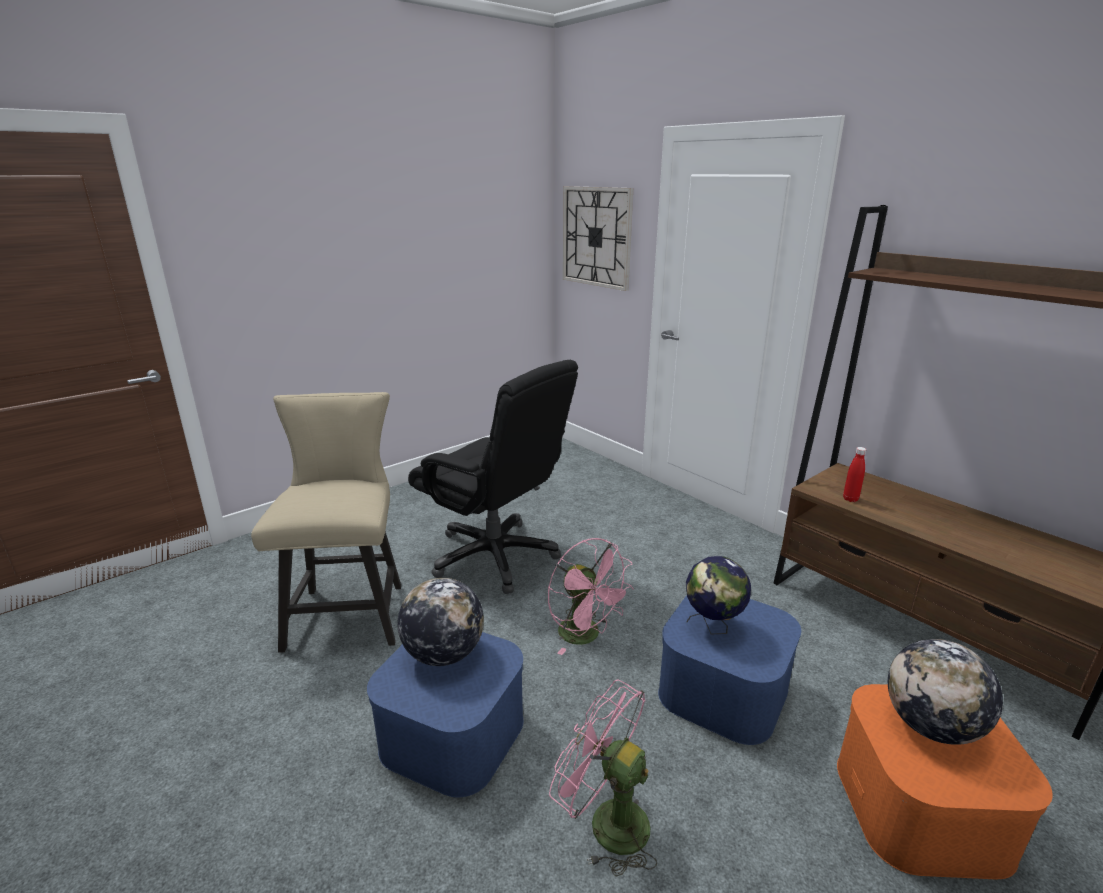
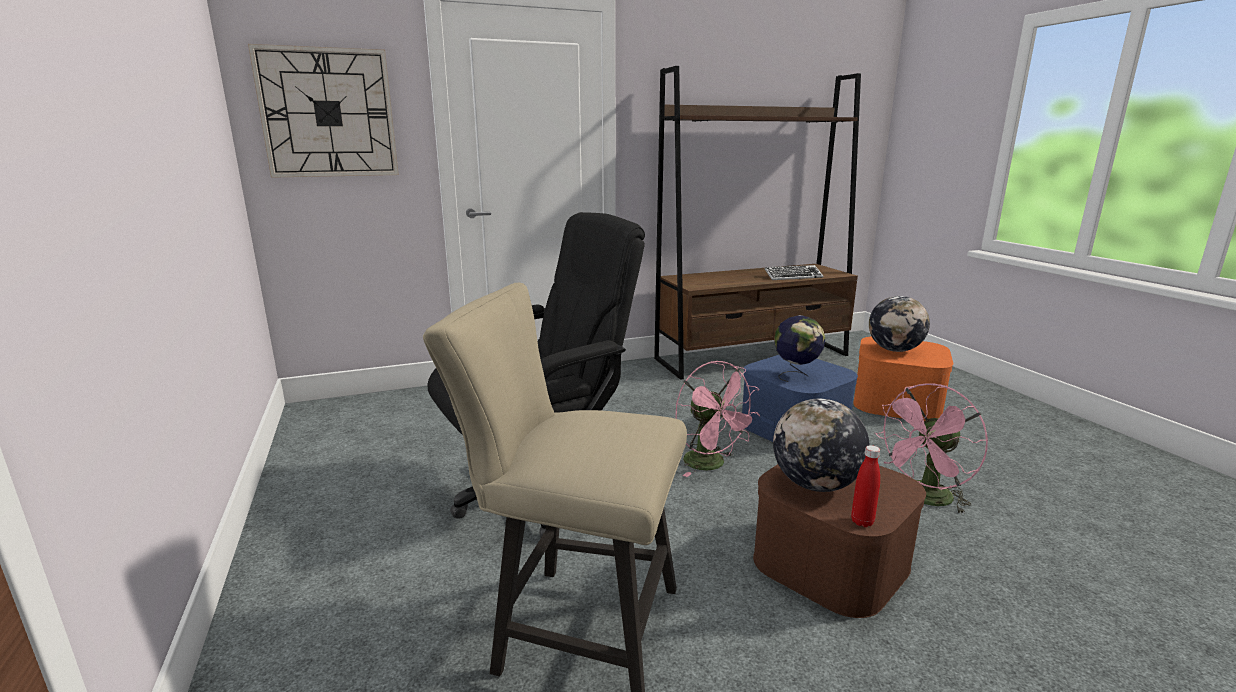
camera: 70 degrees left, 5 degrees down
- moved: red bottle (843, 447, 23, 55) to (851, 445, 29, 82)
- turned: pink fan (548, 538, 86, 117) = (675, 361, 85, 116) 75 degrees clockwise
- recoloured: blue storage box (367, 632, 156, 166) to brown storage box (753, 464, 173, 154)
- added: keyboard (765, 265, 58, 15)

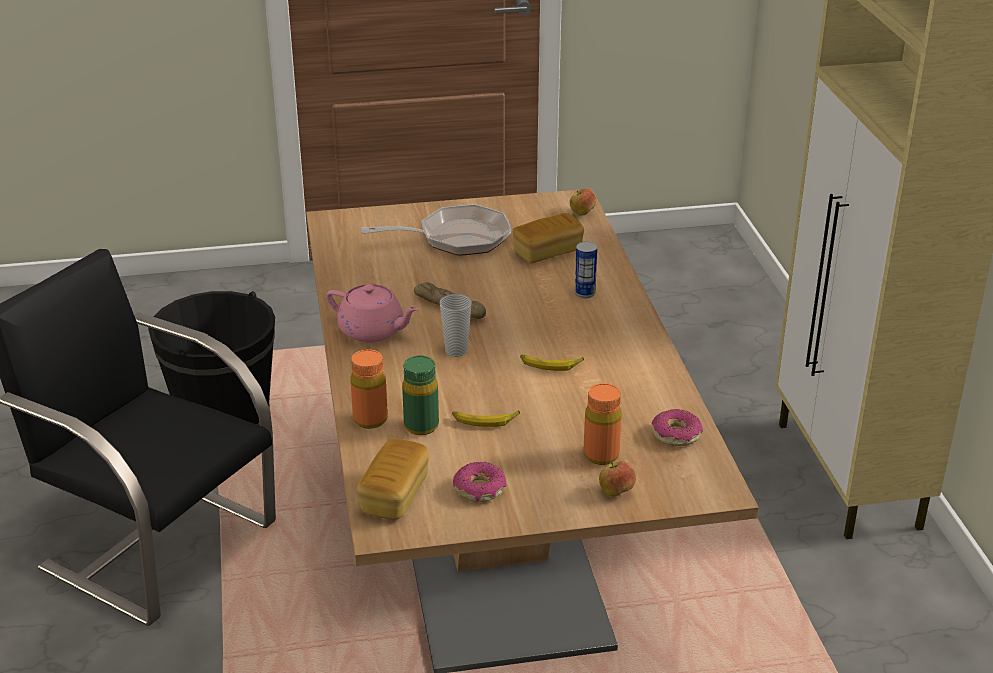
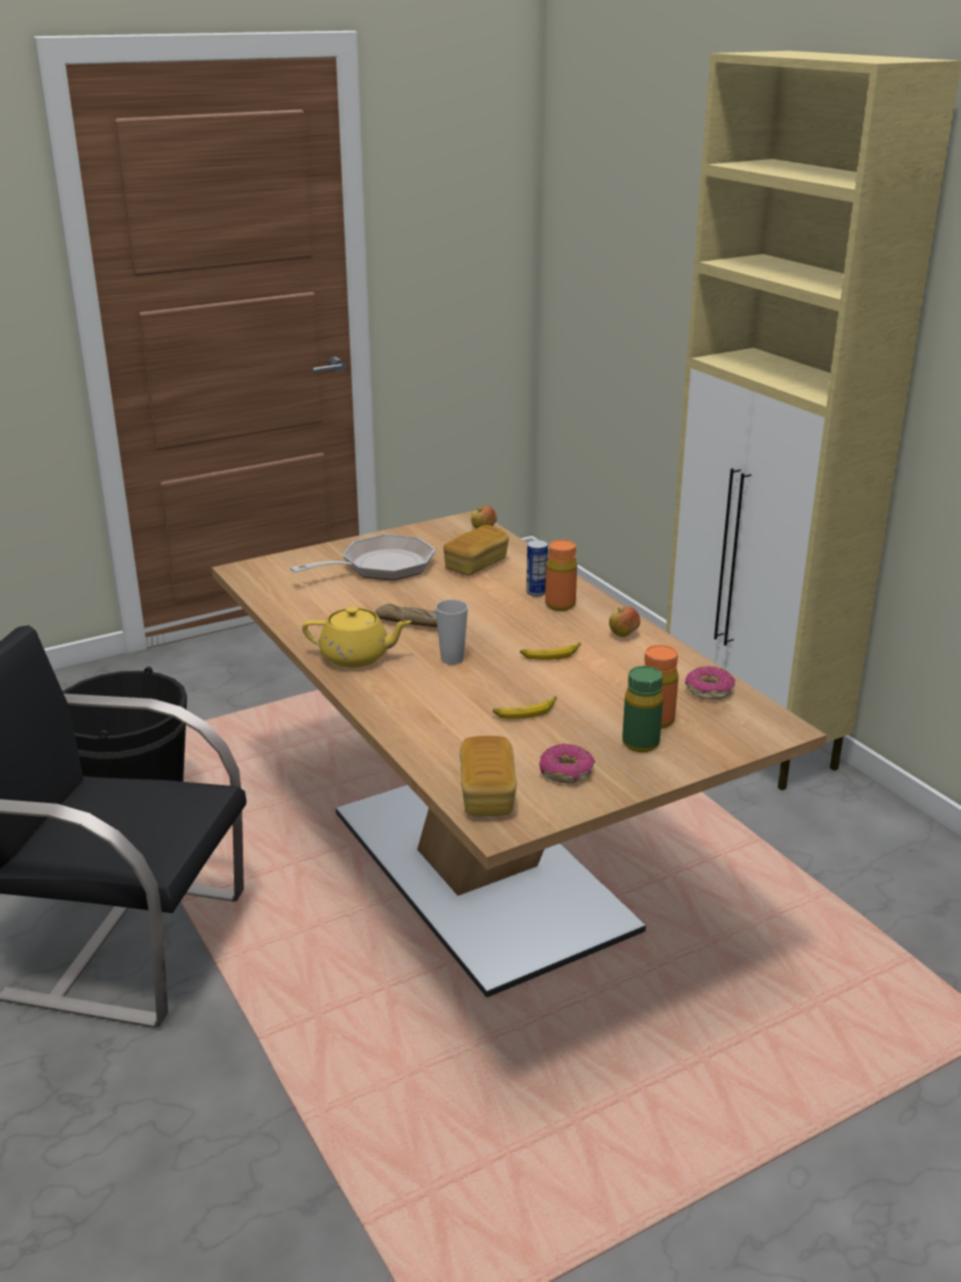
camera: 20 degrees left, 5 degrees down
- recoloured: pink teapot (326, 284, 93, 59) to yellow teapot (302, 607, 110, 60)
- moved: orange bottle (350, 349, 38, 80) to (545, 540, 32, 71)
- moved: green bottle (402, 356, 37, 79) to (622, 666, 41, 86)
- moved: apple (599, 461, 37, 36) to (609, 606, 31, 31)

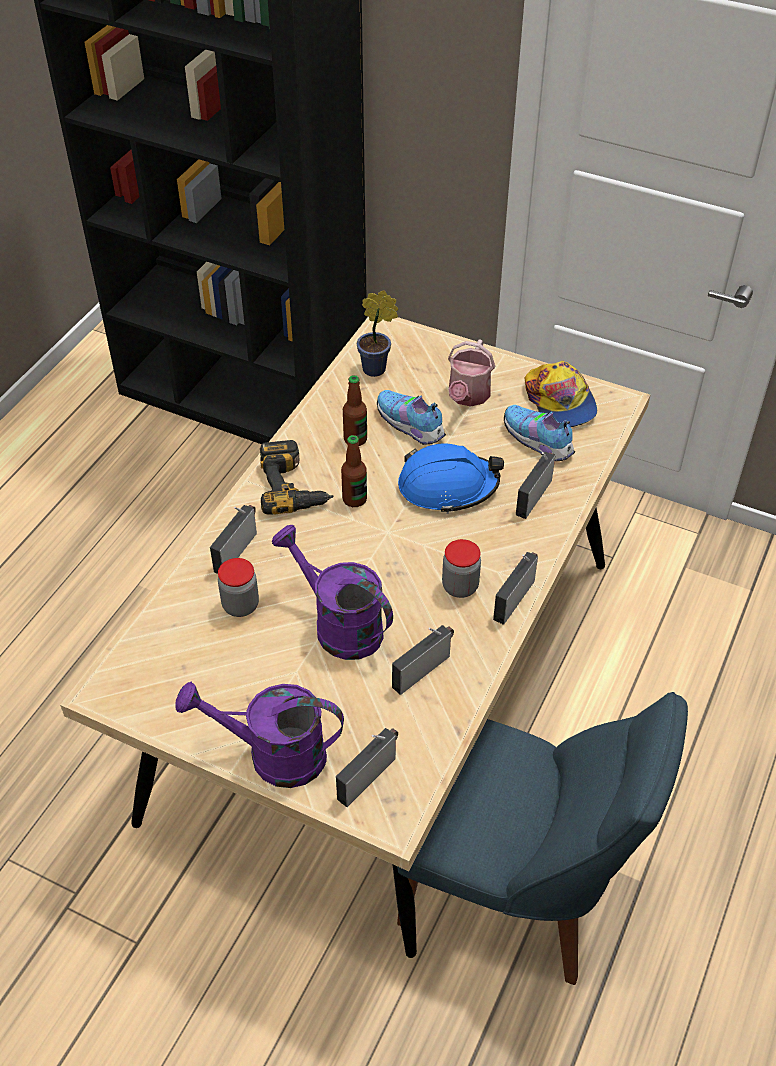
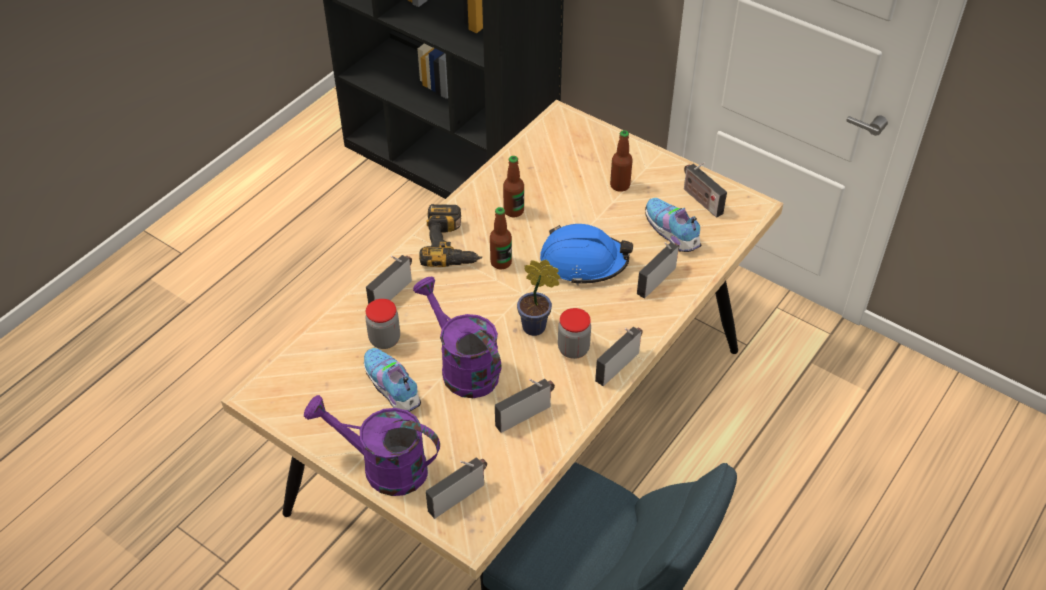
camera: 10 degrees right, 0 degrees up
- moved: potted plant (357, 290, 41, 87) to (517, 260, 43, 76)
- replaced: watering can (448, 339, 47, 68) to bottle (610, 130, 23, 62)
- replaced: cap (524, 361, 73, 66) to radio (684, 163, 43, 55)
- moved: shoe (377, 390, 69, 55) to (364, 348, 57, 64)

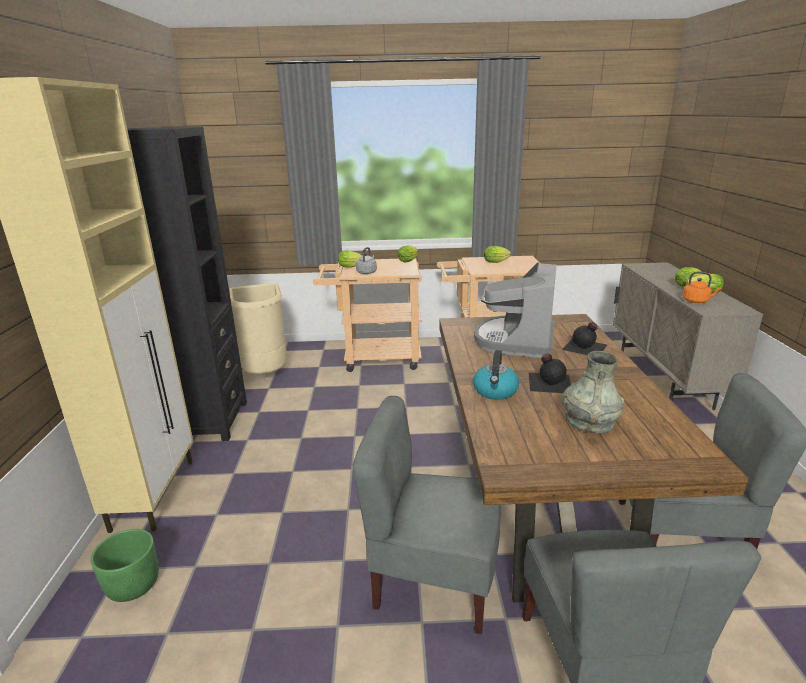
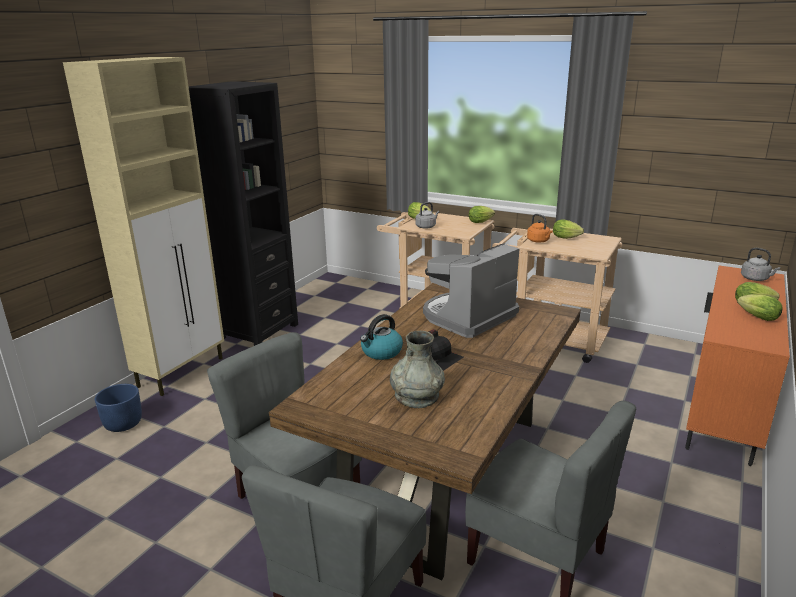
camera: 30 degrees right, 0 degrees up
- recoloured: beige cabinet (613, 262, 150, 148) to orange cabinet (685, 265, 105, 201)
- moved: orange kettle (682, 272, 39, 31) to (527, 214, 26, 29)
- removed: beige trash can (229, 283, 58, 91)
- removed: black bottle (562, 322, 45, 33)
- recoloured: green planter (91, 529, 68, 73) to blue planter (95, 384, 47, 48)
- added: grey kettle (741, 248, 39, 33)

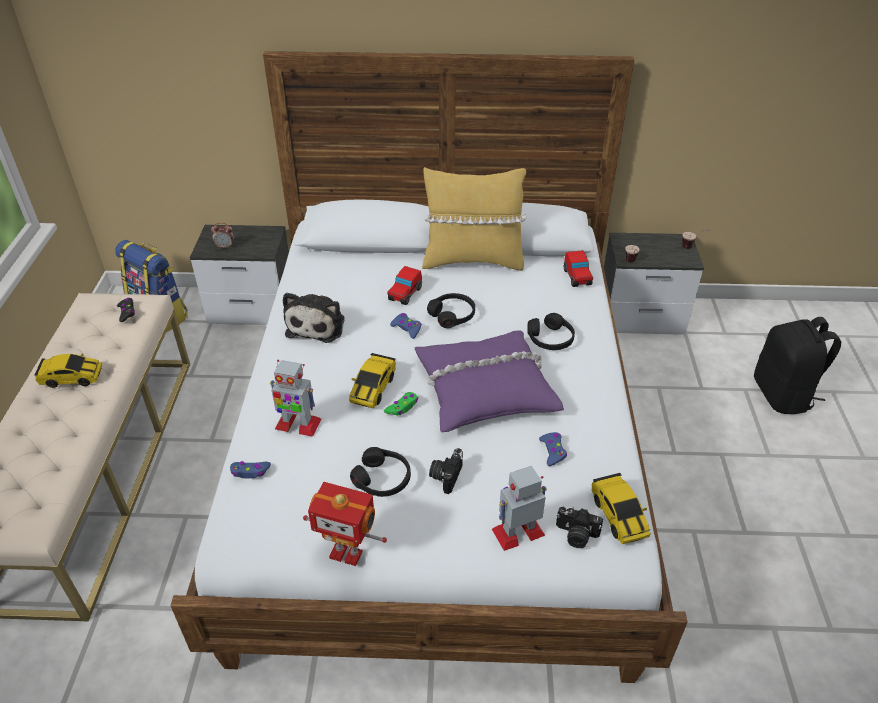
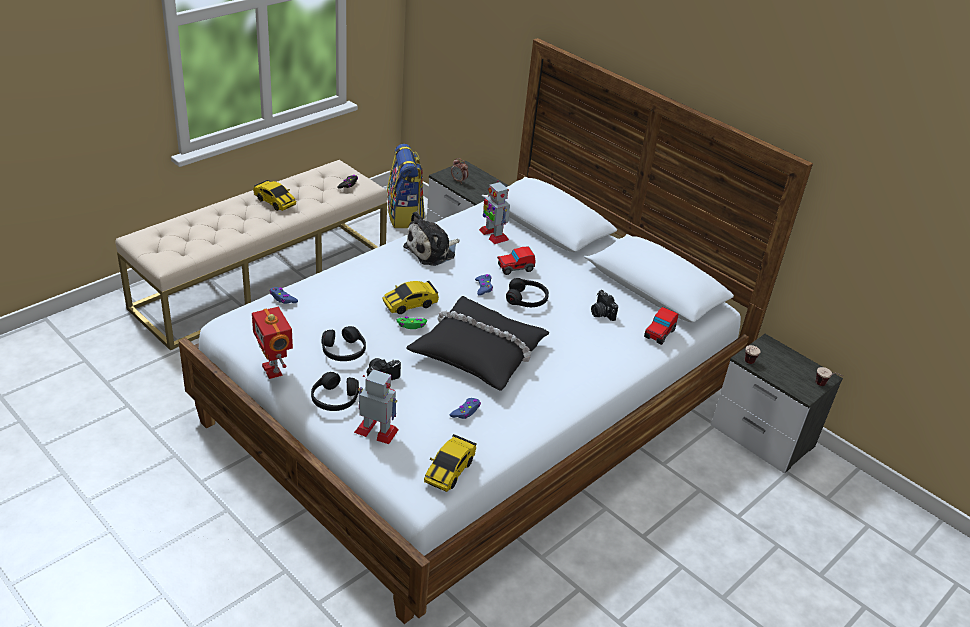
camera: 40 degrees right, 5 degrees down
- removed: yellow pillow (422, 167, 105, 104)
- moved: black headphones (527, 313, 48, 37) to (311, 372, 48, 39)
- removed: black backpack (754, 317, 87, 97)
- recoloured: purple pillow (415, 331, 149, 101) to black pillow (406, 296, 143, 95)
- moved: toy robot (270, 360, 51, 77) to (479, 181, 31, 63)
- moved: photo camera (556, 507, 47, 41) to (591, 290, 27, 31)

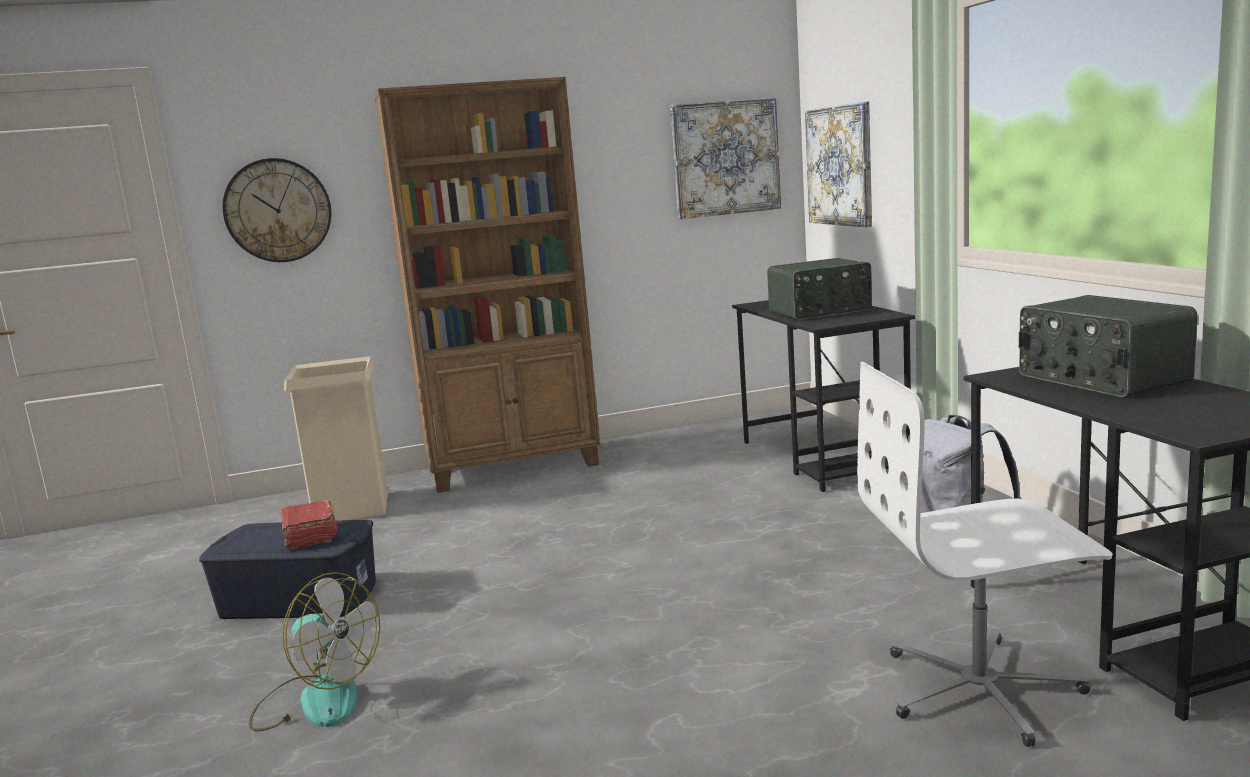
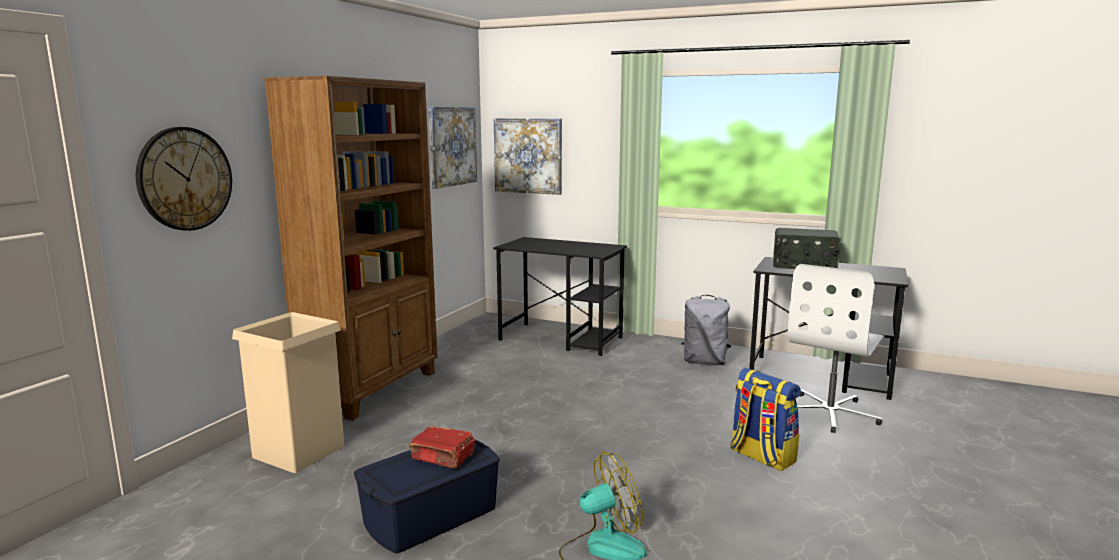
camera: 50 degrees left, 0 degrees up
- removed: radio (767, 258, 105, 62)
- added: backpack (730, 368, 71, 103)

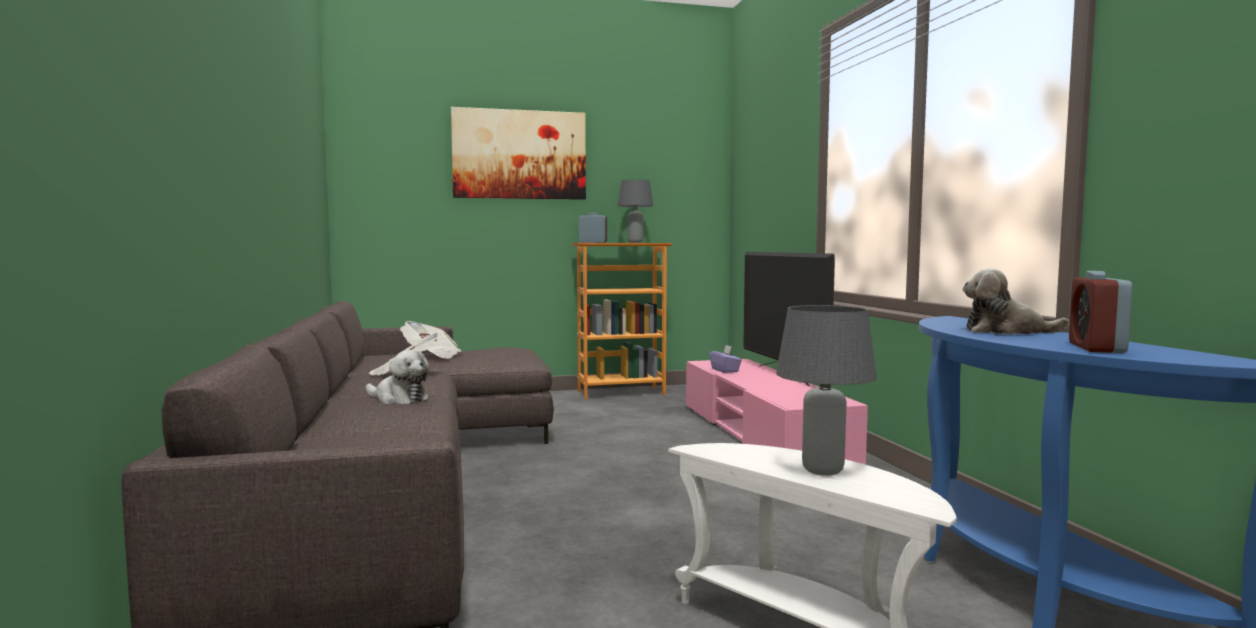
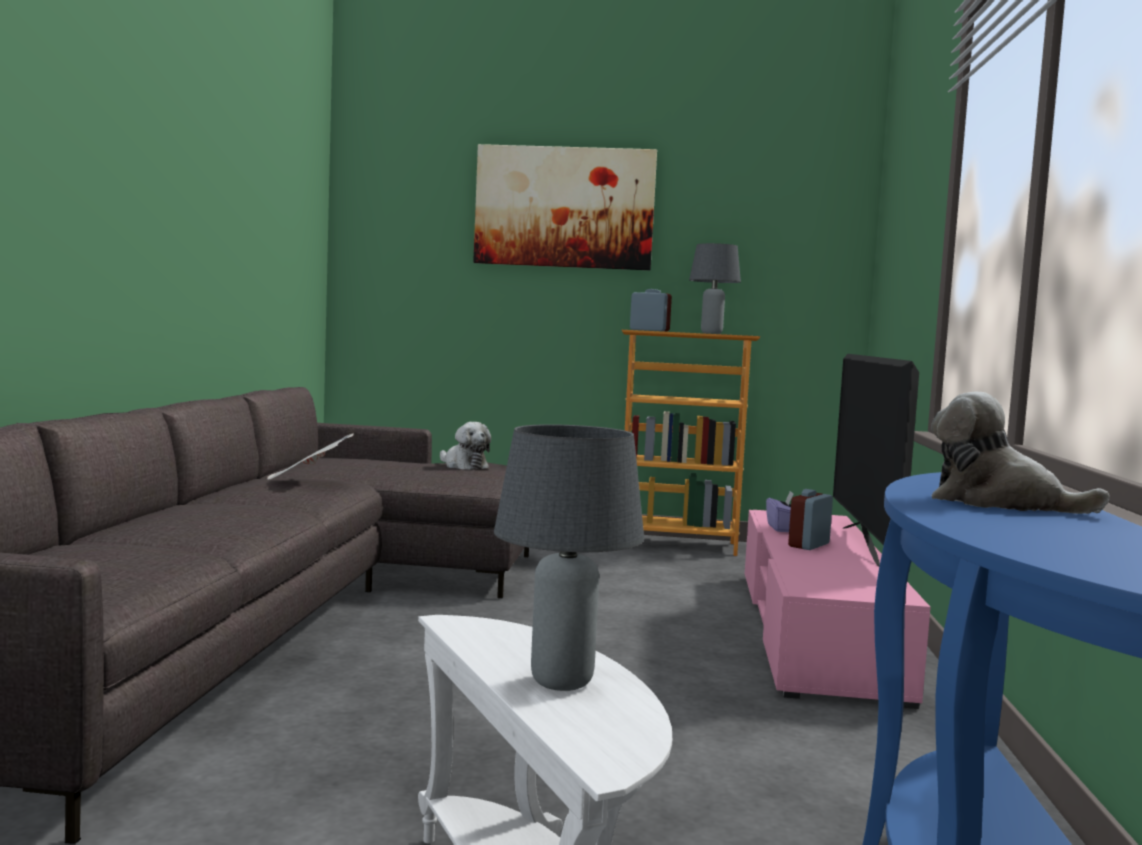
camera: 20 degrees right, 0 degrees up
- moved: alarm clock (1069, 271, 63, 82) to (788, 489, 45, 61)
- removed: newspaper (400, 321, 61, 38)
- moved: plush toy (366, 350, 63, 54) to (440, 422, 51, 48)

